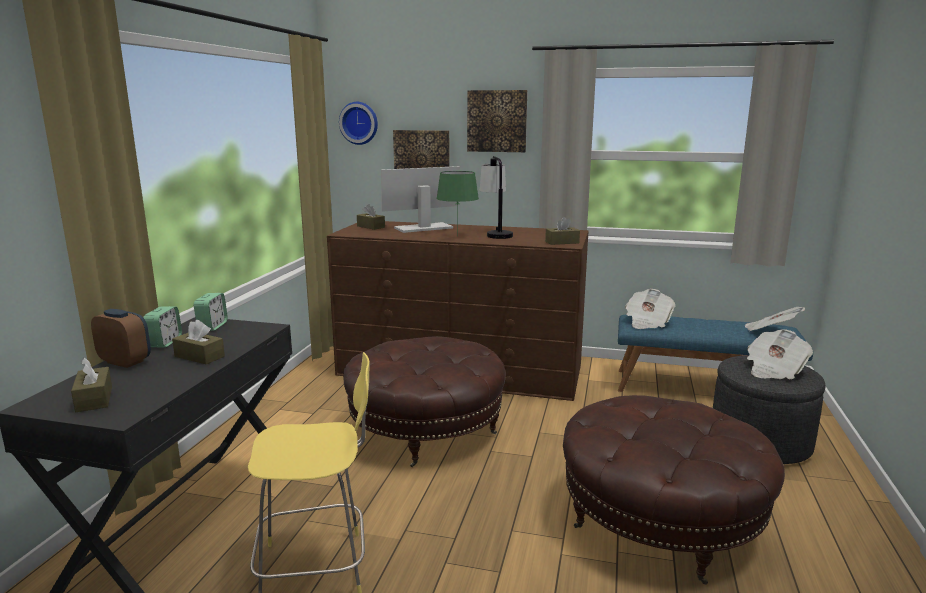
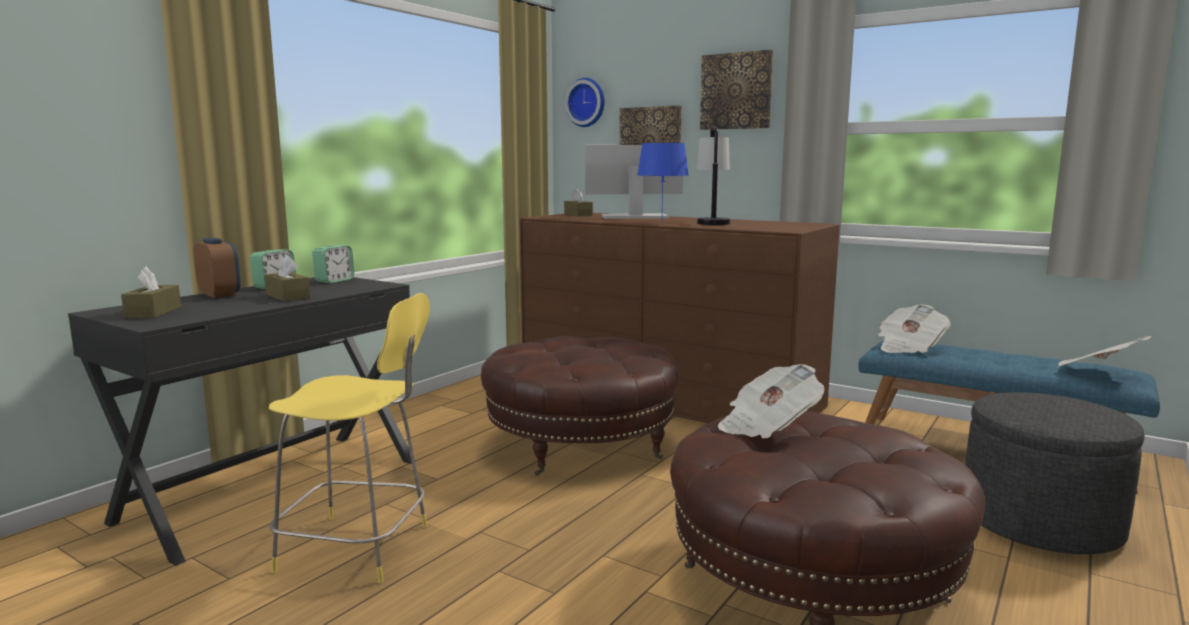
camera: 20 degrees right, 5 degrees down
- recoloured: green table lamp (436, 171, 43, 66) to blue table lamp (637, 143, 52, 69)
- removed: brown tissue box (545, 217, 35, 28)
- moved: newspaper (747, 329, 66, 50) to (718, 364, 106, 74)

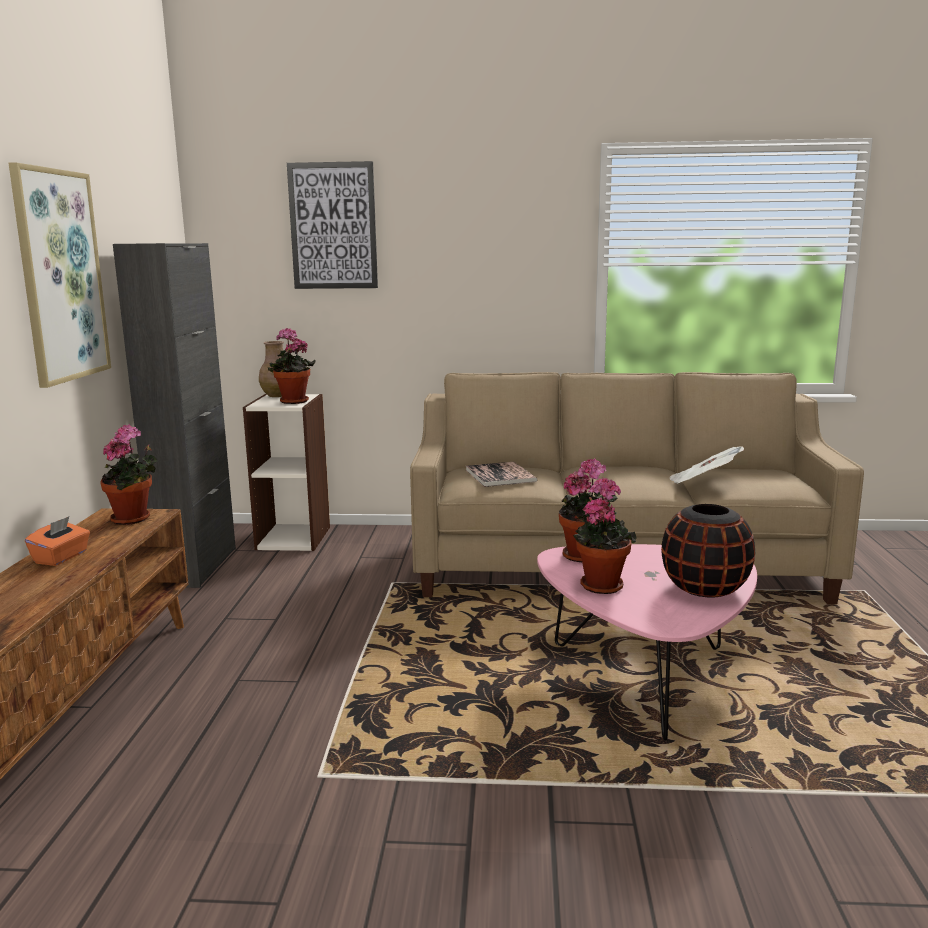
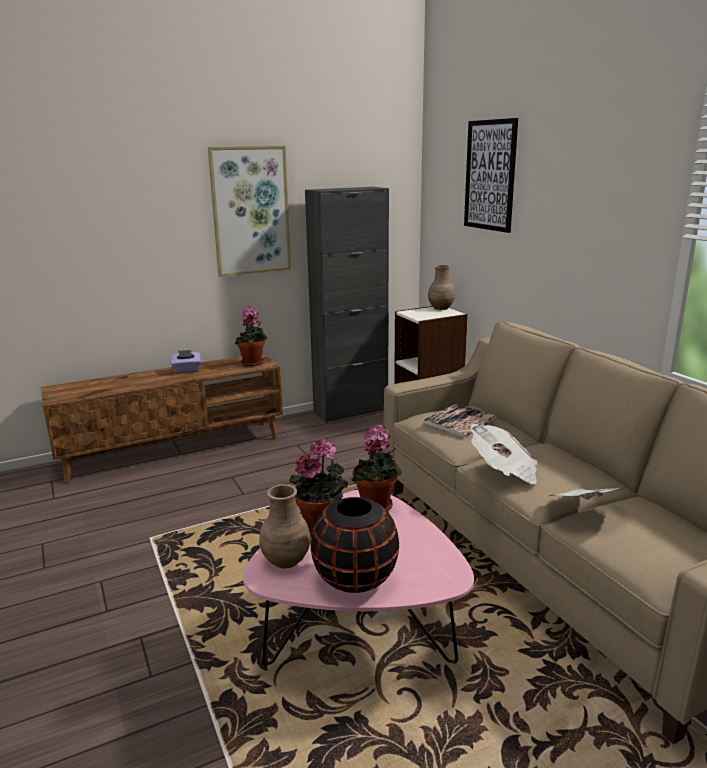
camera: 60 degrees right, 5 degrees up
- removed: potted plant (268, 328, 48, 76)
- recoloured: orange tissue box (25, 516, 65, 50) to purple tissue box (171, 350, 30, 24)
- added: newspaper (471, 424, 66, 60)
- added: brown vase (259, 484, 52, 84)

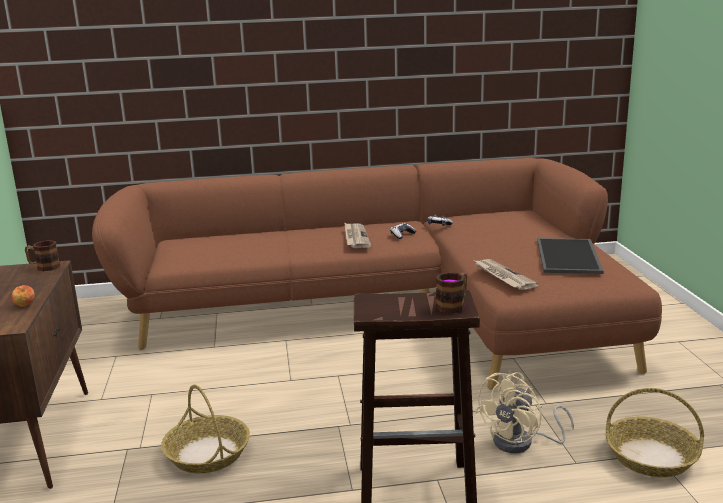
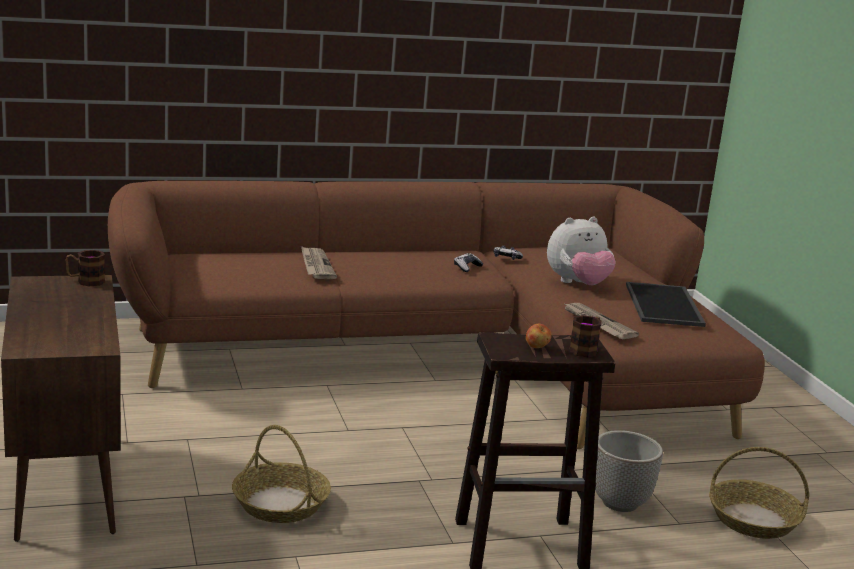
camera: 10 degrees left, 0 degrees up
- moved: newspaper (344, 223, 27, 25) to (301, 246, 36, 33)
- moved: apple (12, 285, 23, 22) to (526, 324, 26, 24)
- replaced: beige fan (475, 372, 99, 81) to planter (595, 430, 68, 82)
- added: plush toy (547, 217, 69, 68)

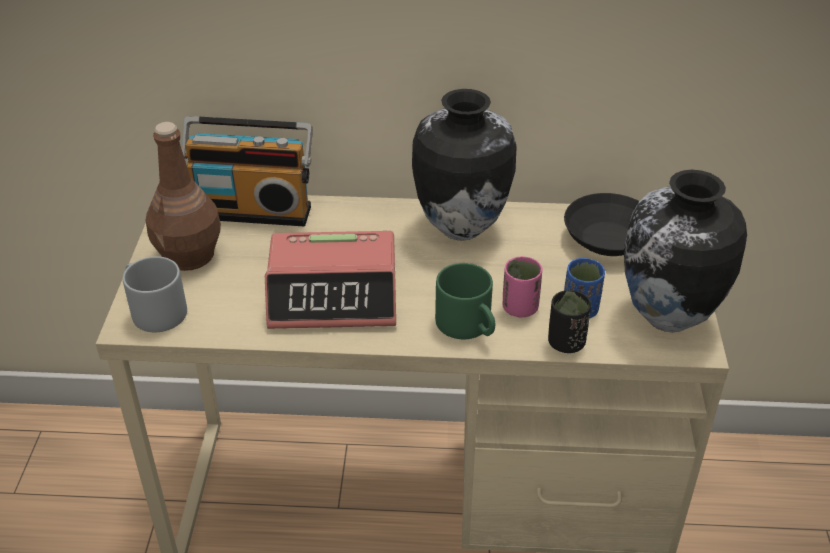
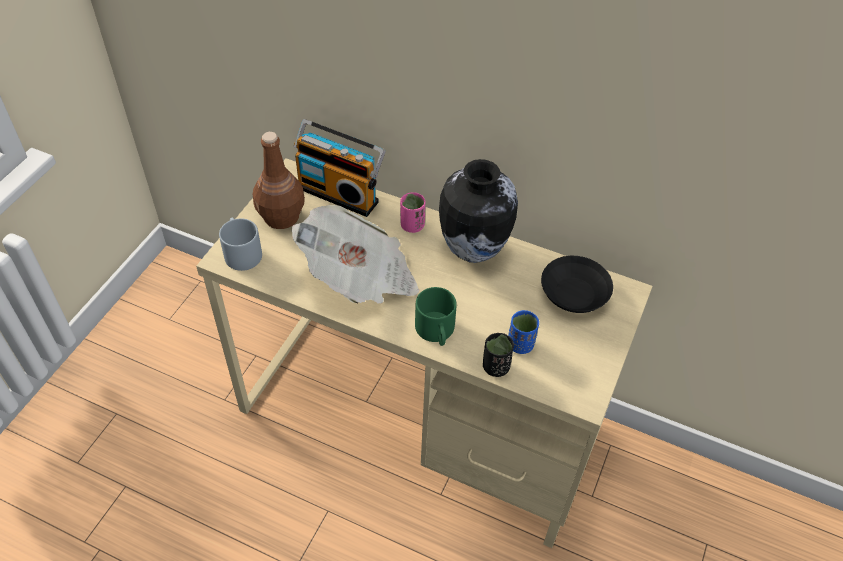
camera: 20 degrees right, 10 degrees up
- removed: vase (624, 170, 123, 162)
- replaced: alarm clock (265, 231, 131, 98) to newspaper (292, 205, 128, 99)
- moved: pink cup (503, 256, 40, 61) to (400, 192, 25, 41)

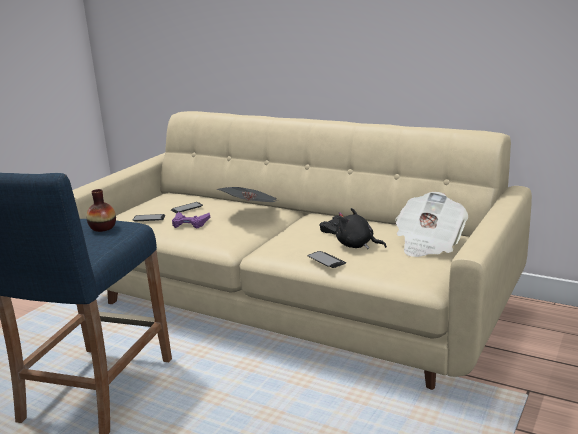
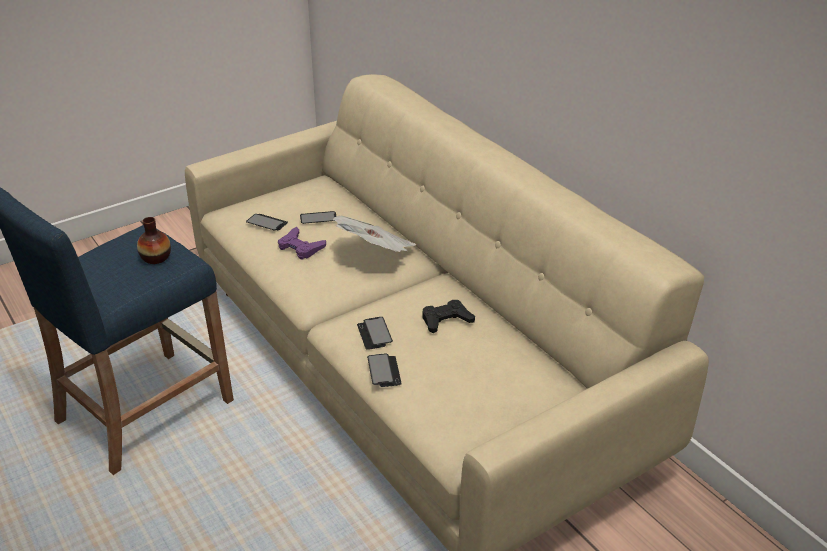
camera: 25 degrees right, 15 degrees up
- removed: newspaper (395, 192, 73, 65)
- removed: black plush toy (336, 208, 51, 41)
- added: phone (357, 317, 36, 33)

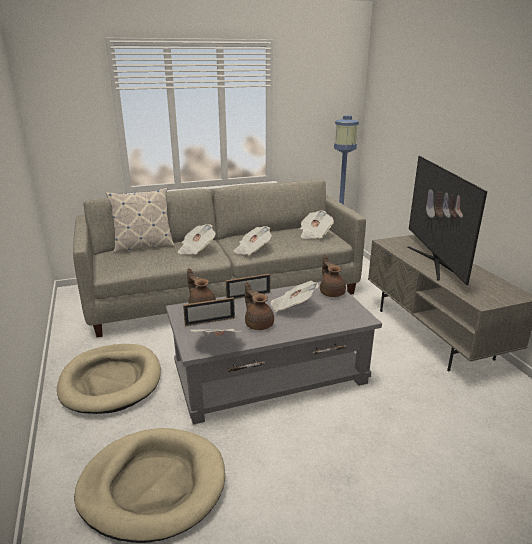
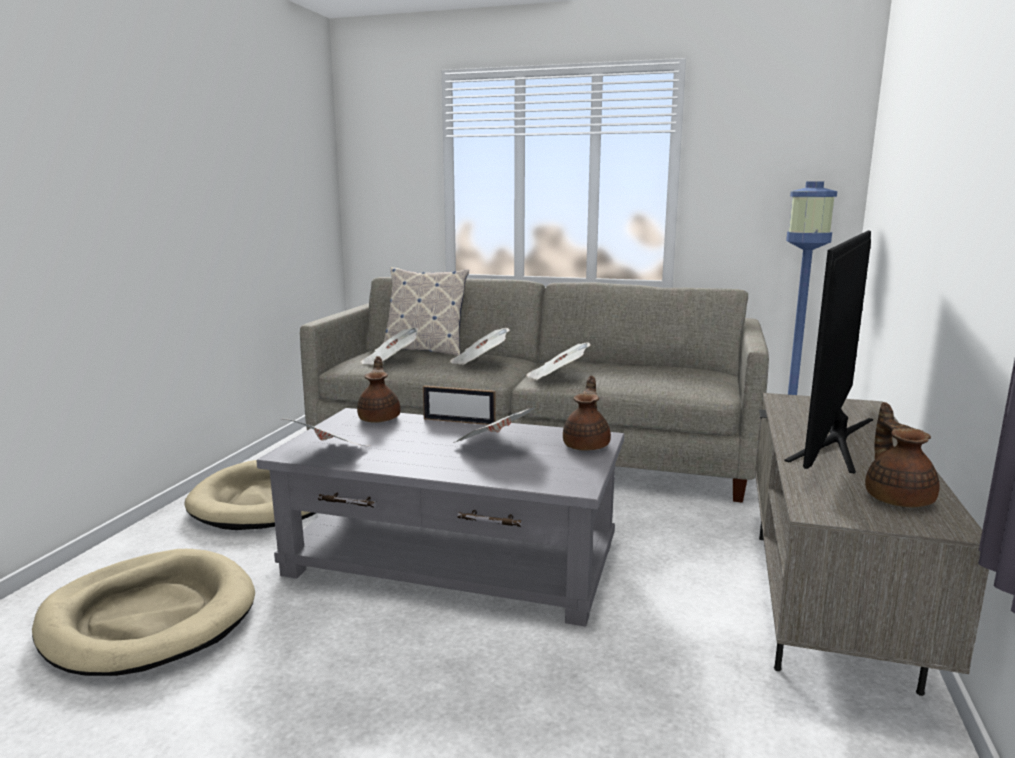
camera: 35 degrees right, 10 degrees down
- moved: newspaper (300, 210, 34, 29) to (360, 327, 59, 38)
- moved: brown teapot (245, 282, 29, 48) to (865, 402, 75, 105)
- removed: picture frame (183, 297, 52, 29)

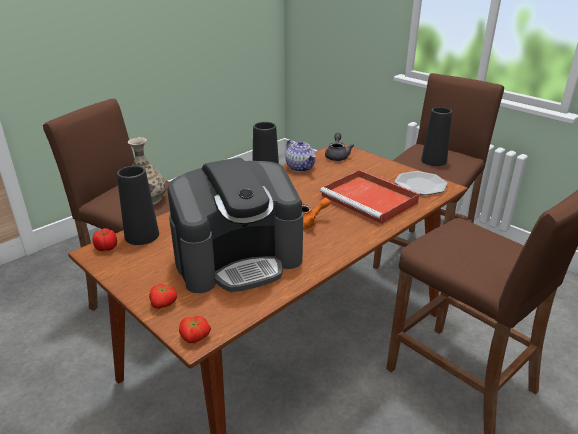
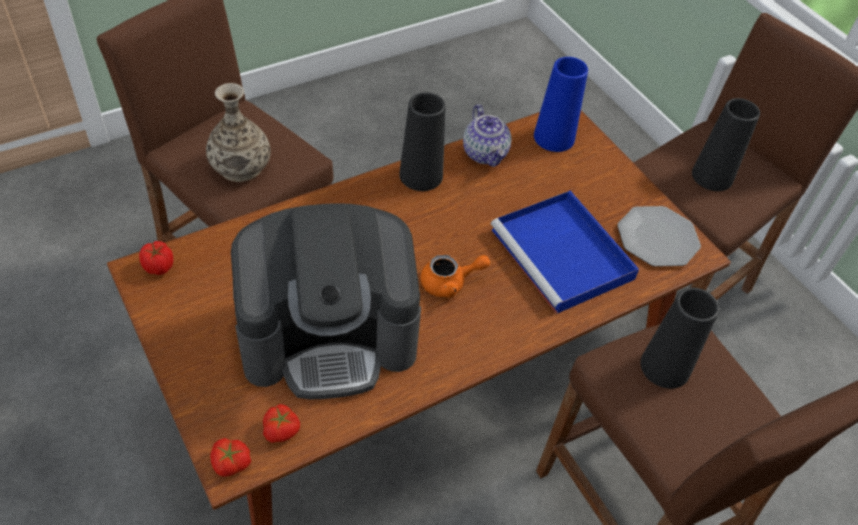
camera: 10 degrees right, 20 degrees up
- replaced: grey teapot (325, 133, 29, 28) to blue vase (534, 57, 54, 95)
- moved: black vase (117, 166, 42, 79) to (640, 288, 79, 101)
- recoloured: red tray (320, 170, 99, 55) to blue tray (491, 191, 148, 123)
- moved: tomato (149, 284, 28, 25) to (263, 404, 37, 39)

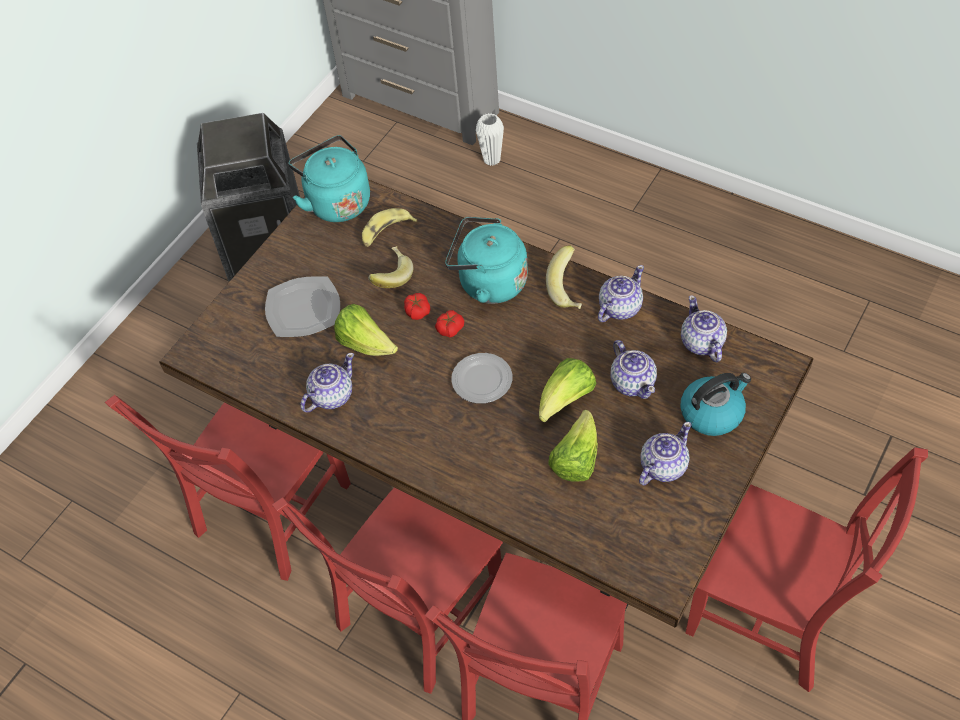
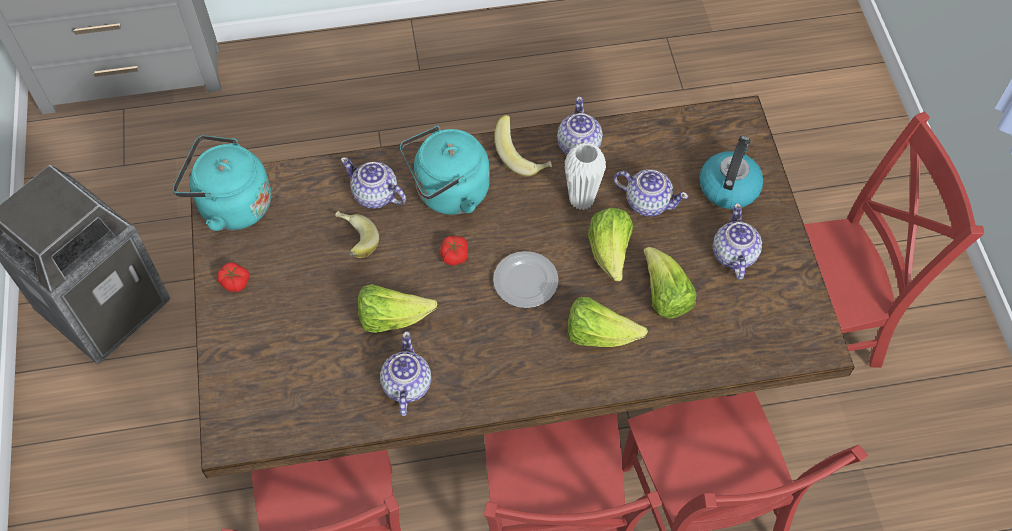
camera: 45 degrees left, 5 degrees up
- moved: white vase (476, 113, 28, 53) to (565, 142, 41, 68)
- removed: banana (362, 208, 56, 39)
- removed: plate (265, 276, 75, 61)
- moved: tomato (404, 293, 26, 27) to (217, 262, 33, 30)
- moved: teapot (681, 295, 46, 67) to (341, 157, 65, 52)
- added: lettuce (567, 297, 81, 50)

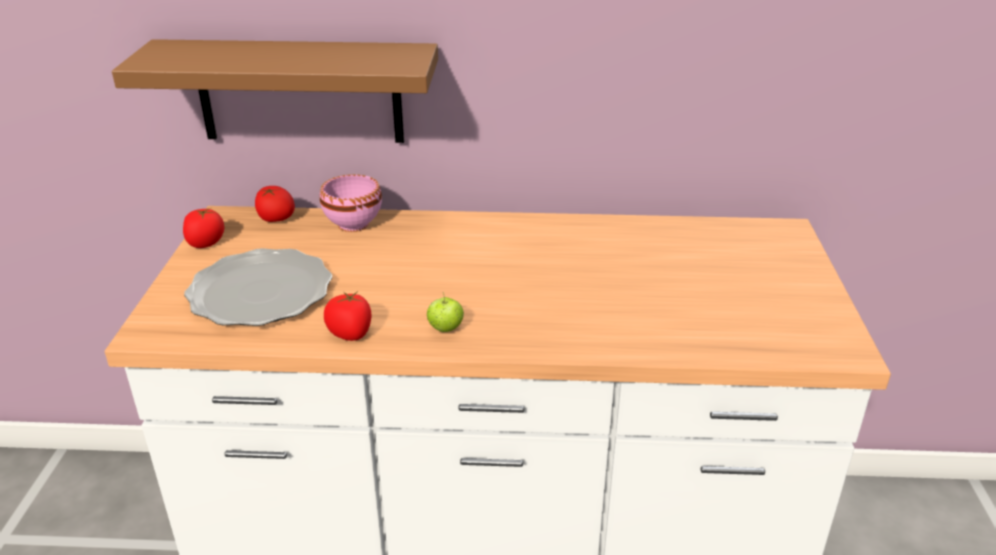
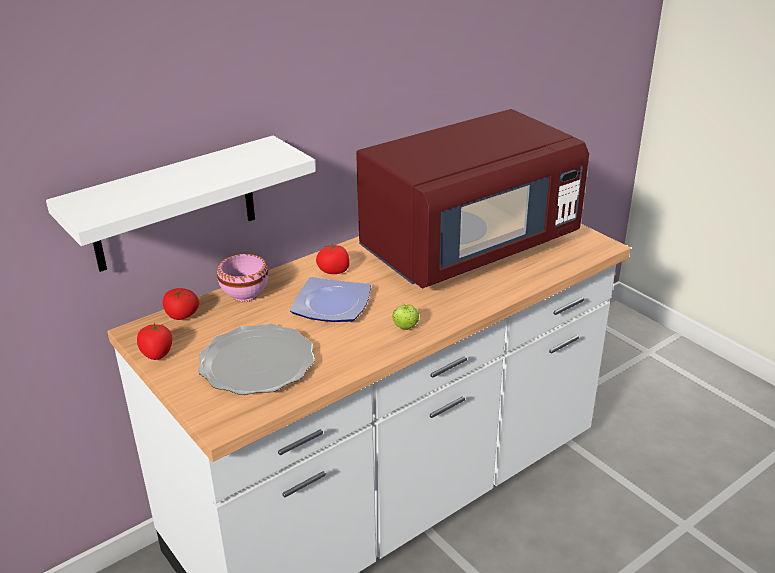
camera: 40 degrees left, 0 degrees up
- recoloured: brown shelf (112, 39, 326, 104) to white shelf (46, 135, 270, 137)
- moved: tomato (324, 291, 47, 50) to (316, 243, 34, 31)
- added: red microwave (356, 109, 233, 180)
- added: plate (290, 277, 81, 45)

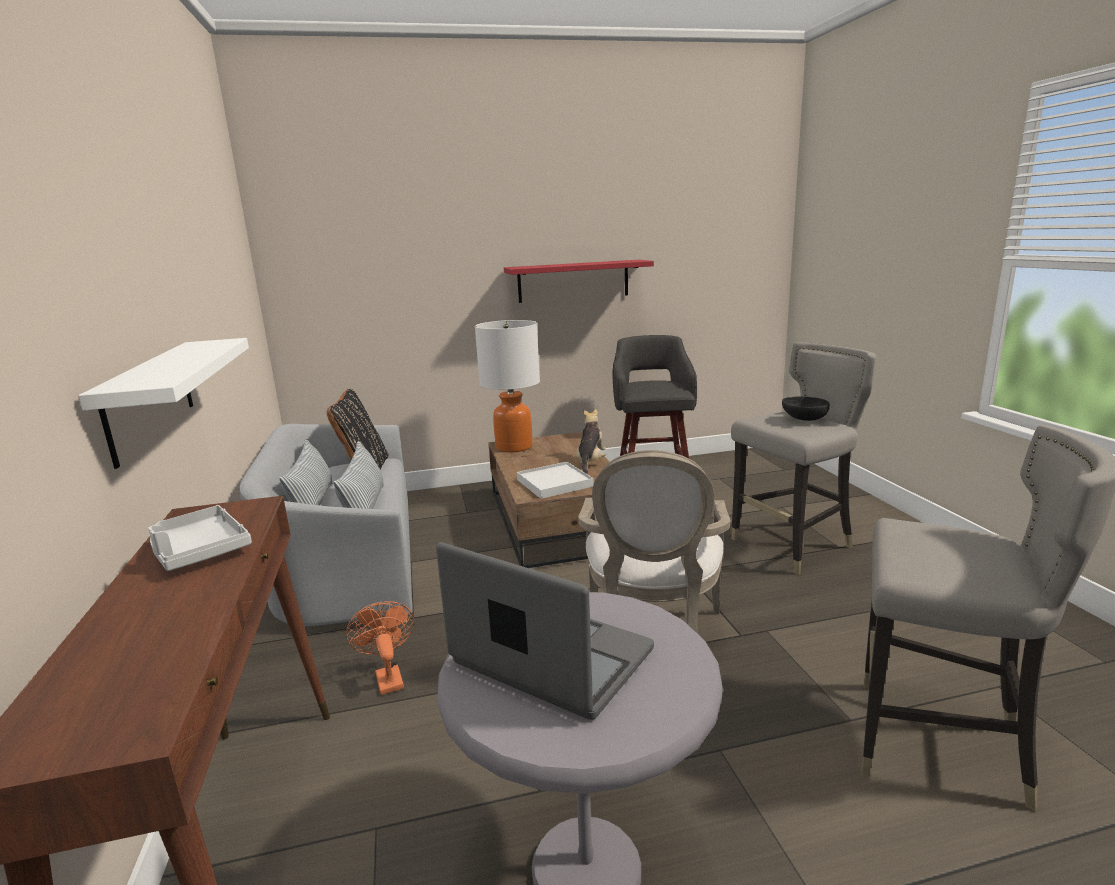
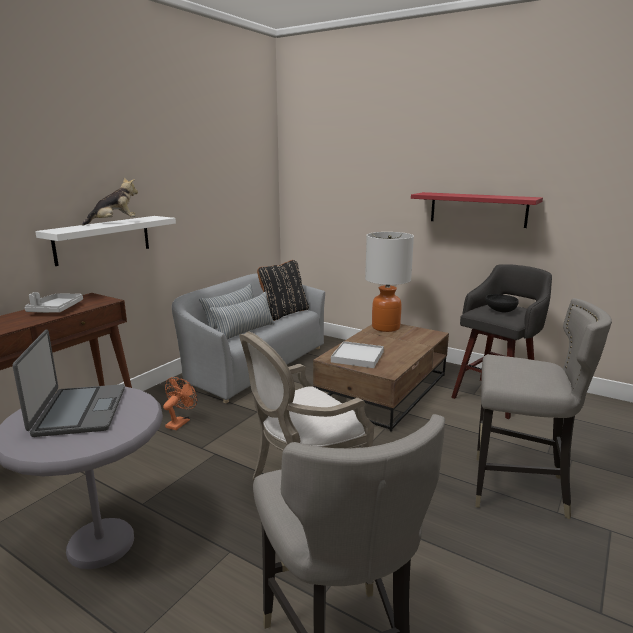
camera: 45 degrees right, 0 degrees up
- moved: black bowl (782, 396, 48, 25) to (485, 294, 34, 18)
- moved: plush toy (576, 409, 30, 65) to (82, 178, 56, 48)

